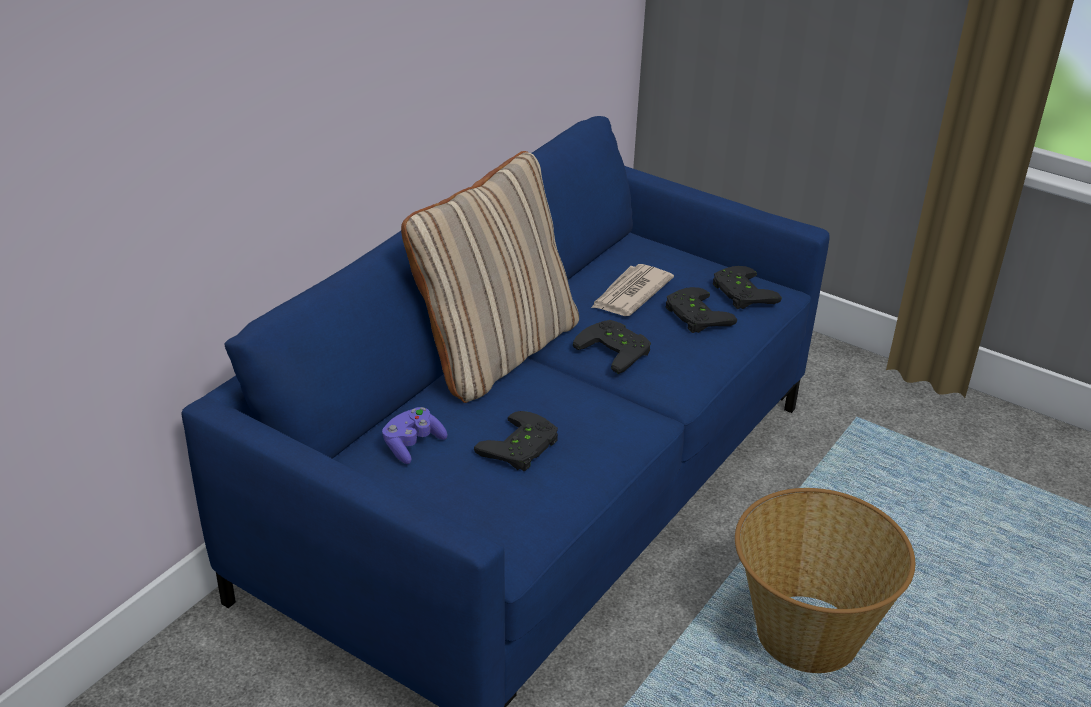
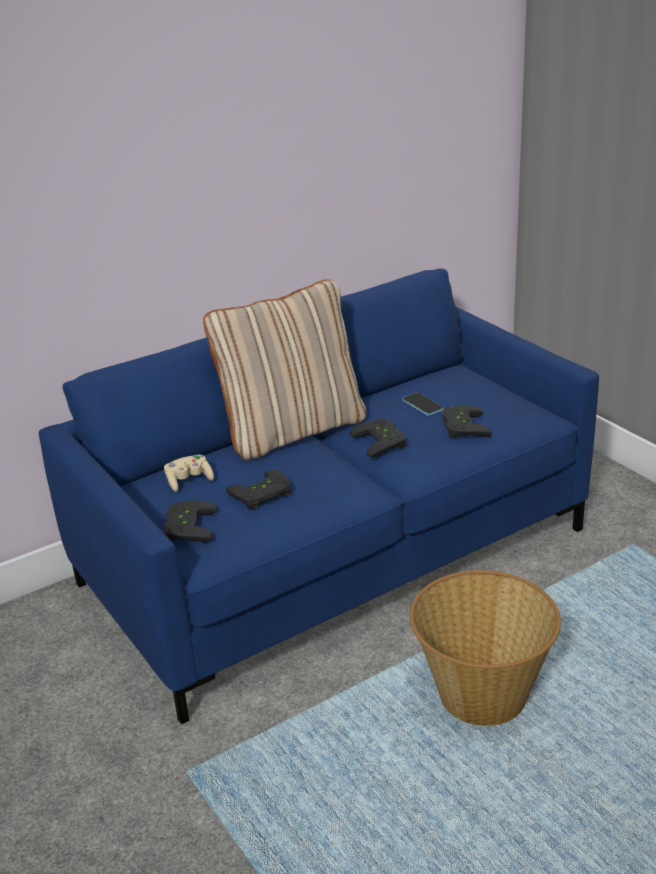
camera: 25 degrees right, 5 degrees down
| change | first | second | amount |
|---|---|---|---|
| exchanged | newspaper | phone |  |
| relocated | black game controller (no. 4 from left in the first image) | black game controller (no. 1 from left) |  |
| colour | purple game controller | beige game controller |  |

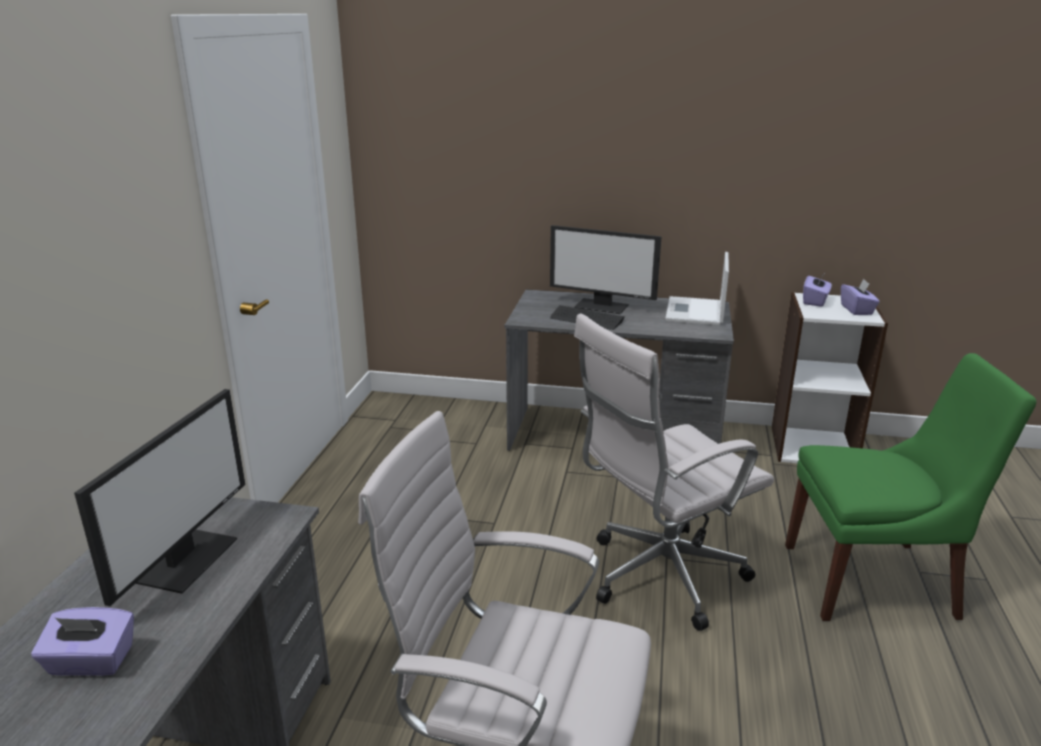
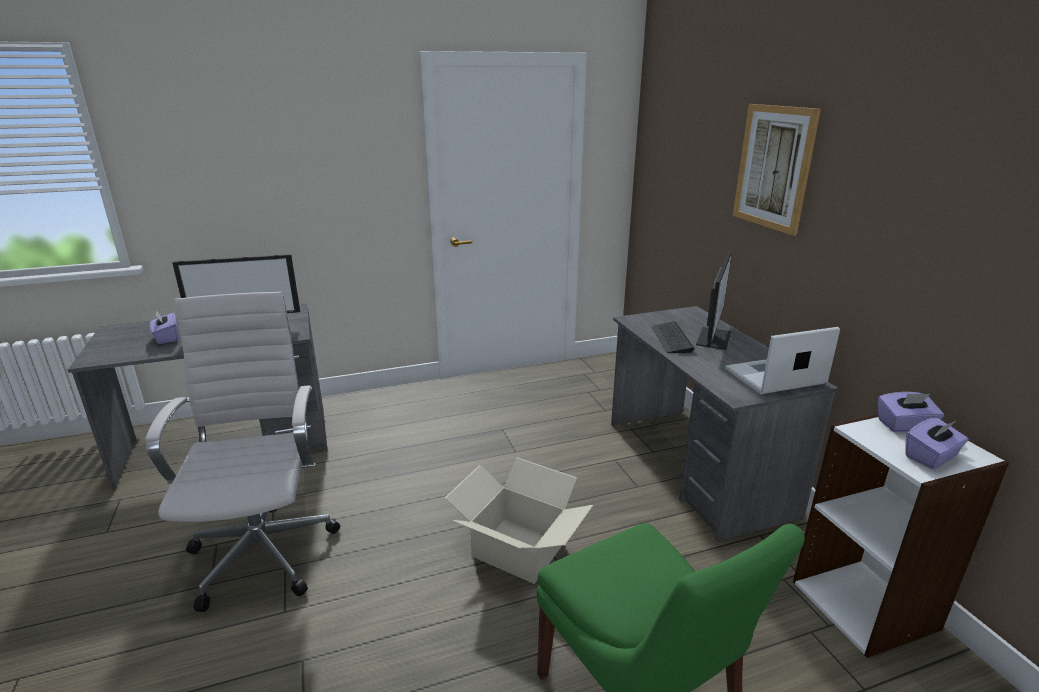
camera: 60 degrees right, 0 degrees up
| change | first | second | amount |
|---|---|---|---|
| spun | monitor (no. 2 from left) |  | 150 degrees counterclockwise |
| exchanged | white office chair (no. 2 from left) | cardboard box |  |
| appeared |  | picture |  |

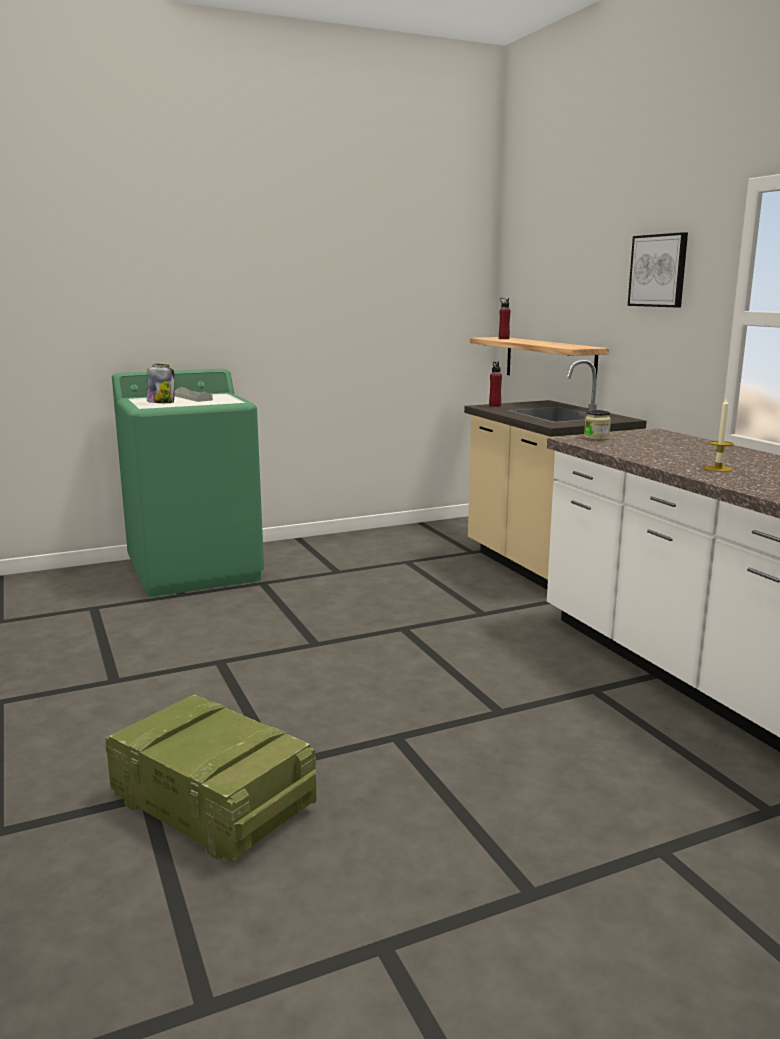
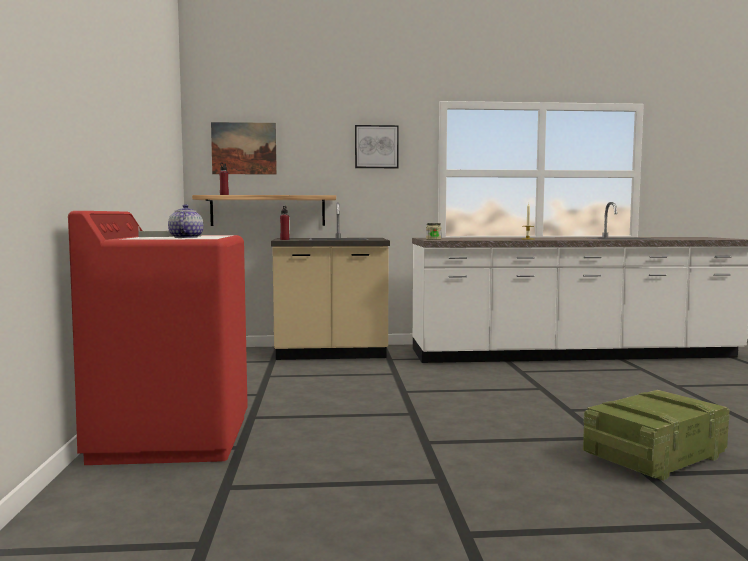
camera: 70 degrees left, 10 degrees down
| change | first | second | amount |
|---|---|---|---|
| exchanged | jar (no. 1 from left) | teapot |  |
| colour | green washing machine | red washing machine |  |
| appeared |  | picture (no. 1 from left) |  |

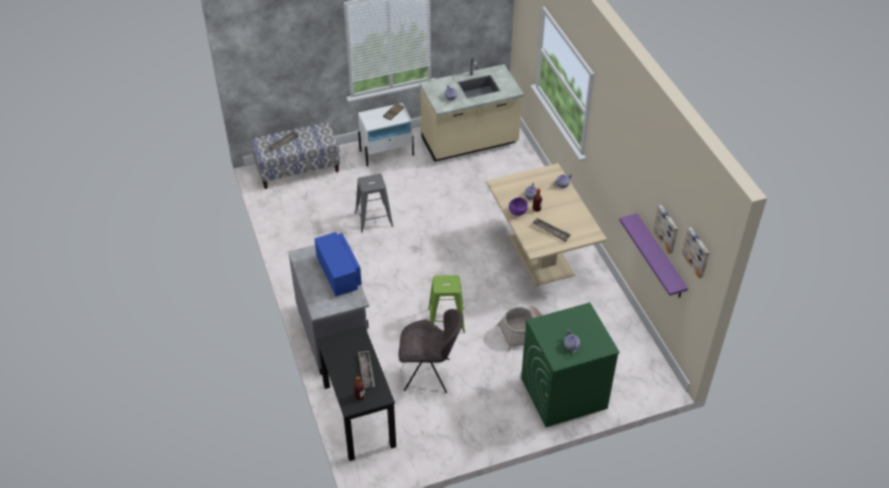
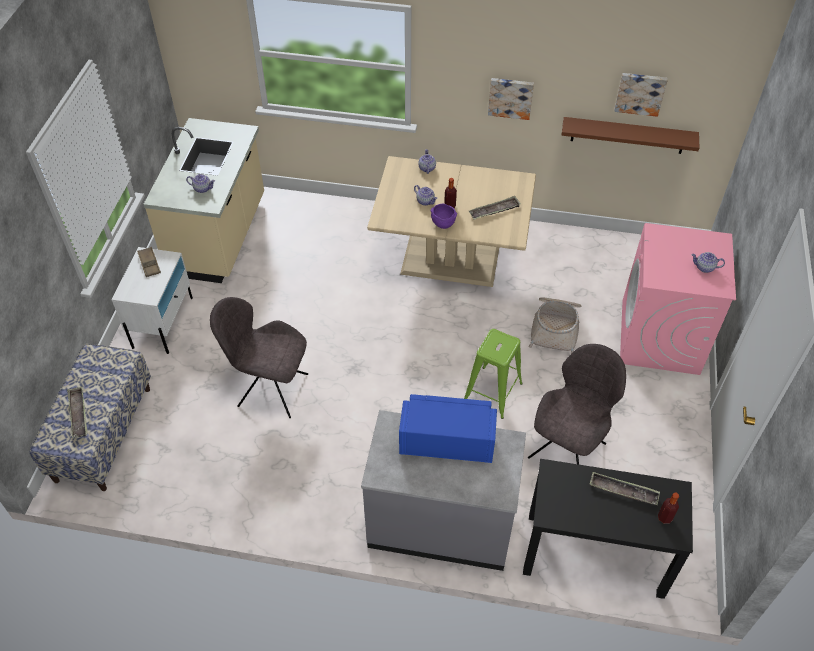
camera: 60 degrees left, 5 degrees up
| change | first | second | amount |
|---|---|---|---|
| exchanged | grey stool | grey chair (no. 1 from left) |  |
| colour | purple shelf | brown shelf |  |
| relocated | picture (no. 2 from left in the first image) | picture (no. 1 from left) |  |
| colour | green washing machine | pink washing machine |  |

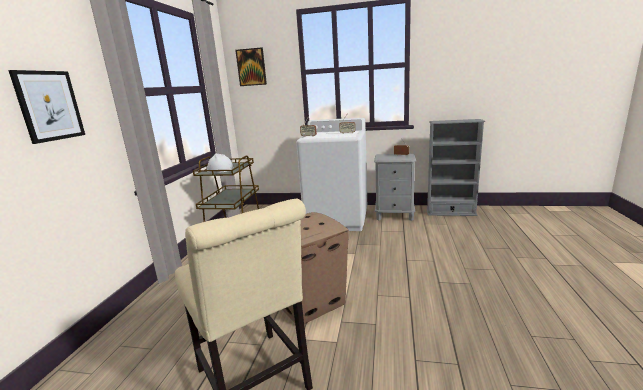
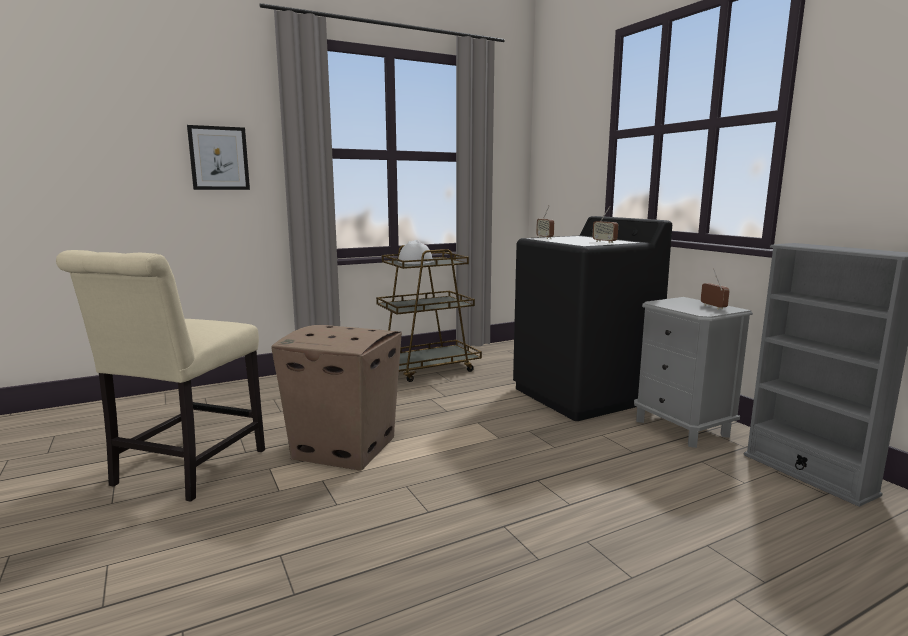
camera: 50 degrees right, 5 degrees down
| change | first | second | amount |
|---|---|---|---|
| missing | picture (no. 2 from left) |  |  |
| colour | white washing machine | black washing machine |  |

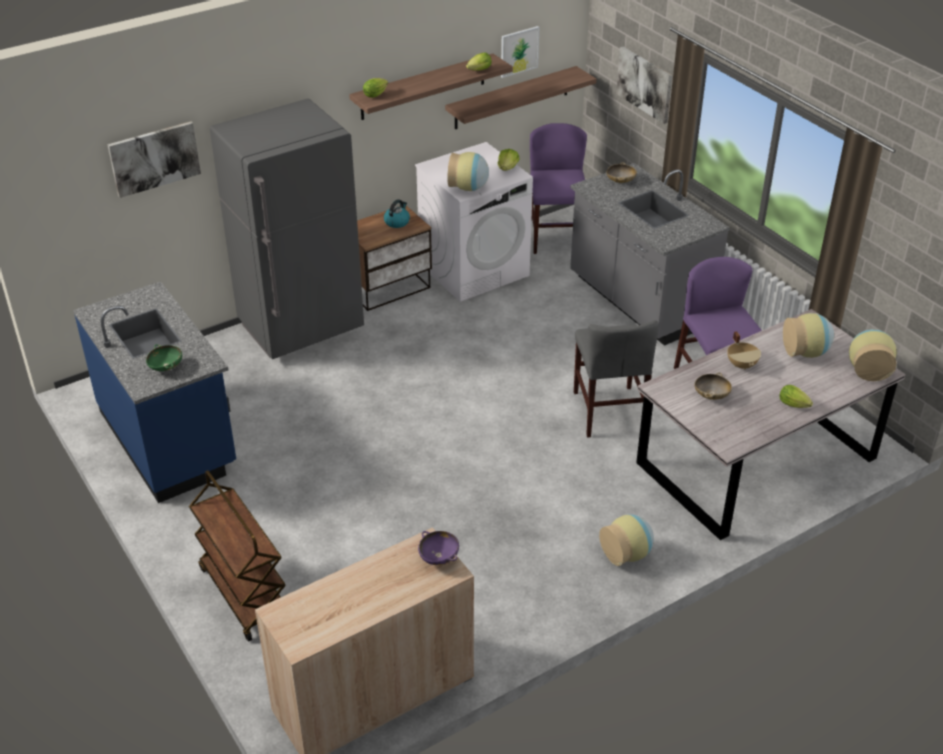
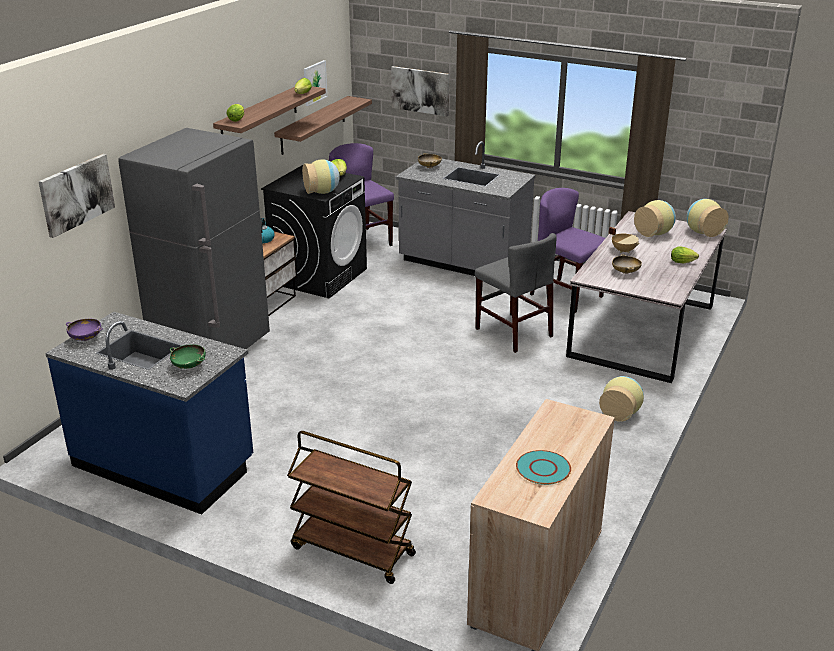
camera: 30 degrees left, 10 degrees down
| change | first | second | amount |
|---|---|---|---|
| colour | white washing machine | black washing machine |  |
| relocated | purple bowl |  |  |
| appeared |  | turquoise plate |  |

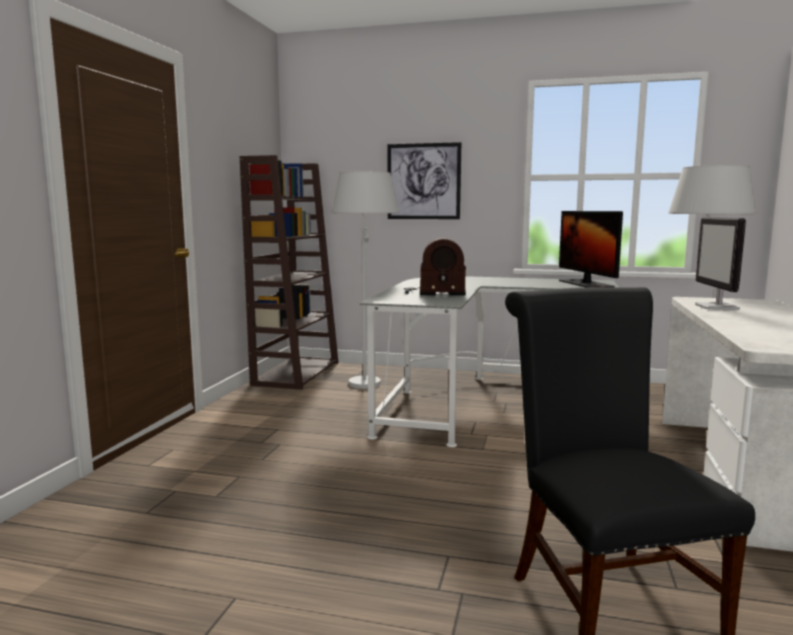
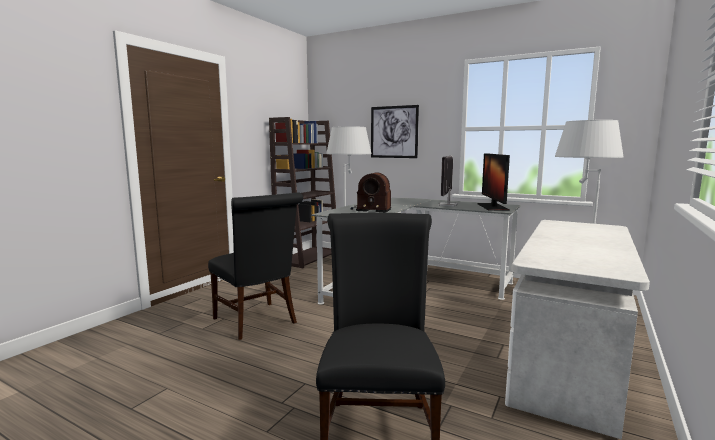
camera: 15 degrees right, 0 degrees up
| change | first | second | amount |
|---|---|---|---|
| relocated | monitor (no. 2 from left in the first image) | monitor (no. 1 from left) |  |
| appeared |  | black chair (no. 1 from left) |  |

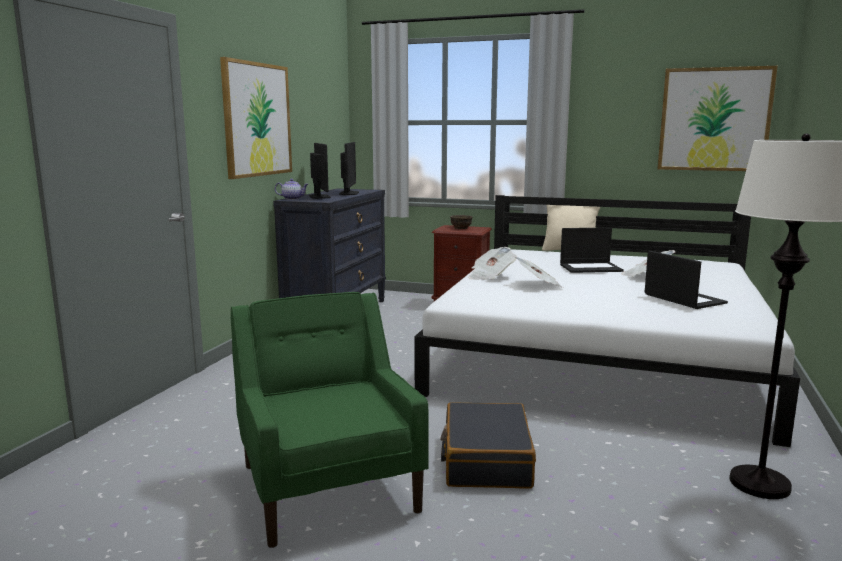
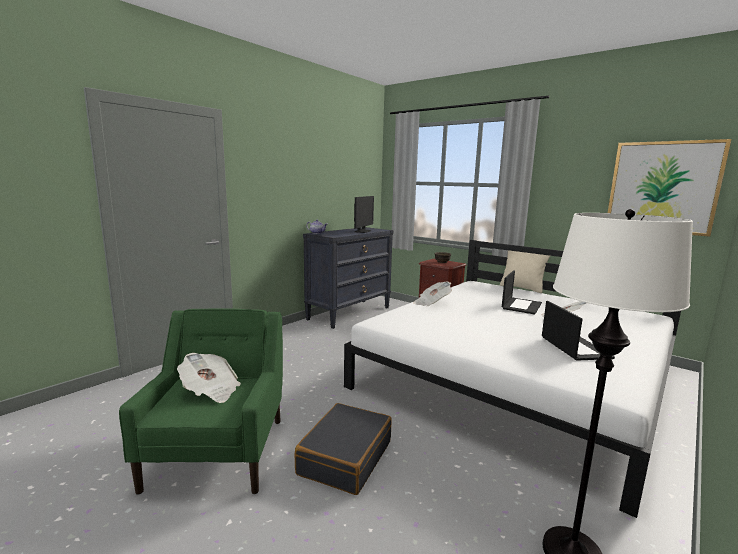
camera: 20 degrees right, 0 degrees up
| change | first | second | amount |
|---|---|---|---|
| missing | picture (no. 1 from left) |  |  |
| missing | monitor (no. 1 from left) |  |  |
| spun | laptop (no. 1 from left) |  | 75 degrees counterclockwise |
| relocated | newspaper (no. 2 from left in the first image) | newspaper (no. 1 from left) |  |

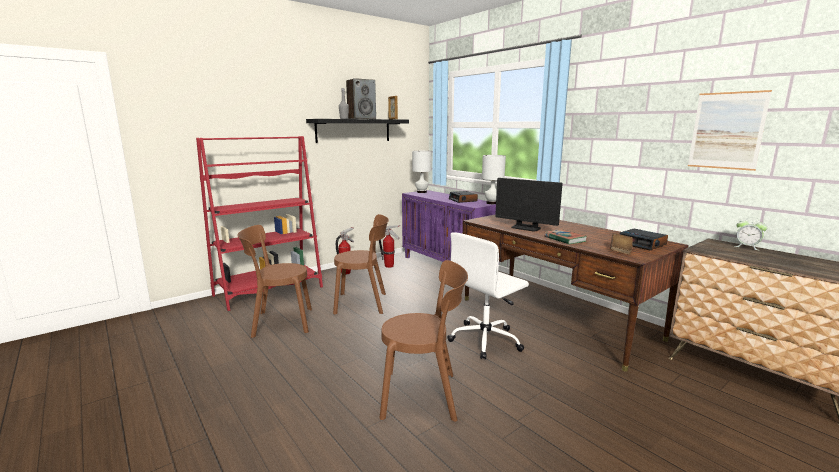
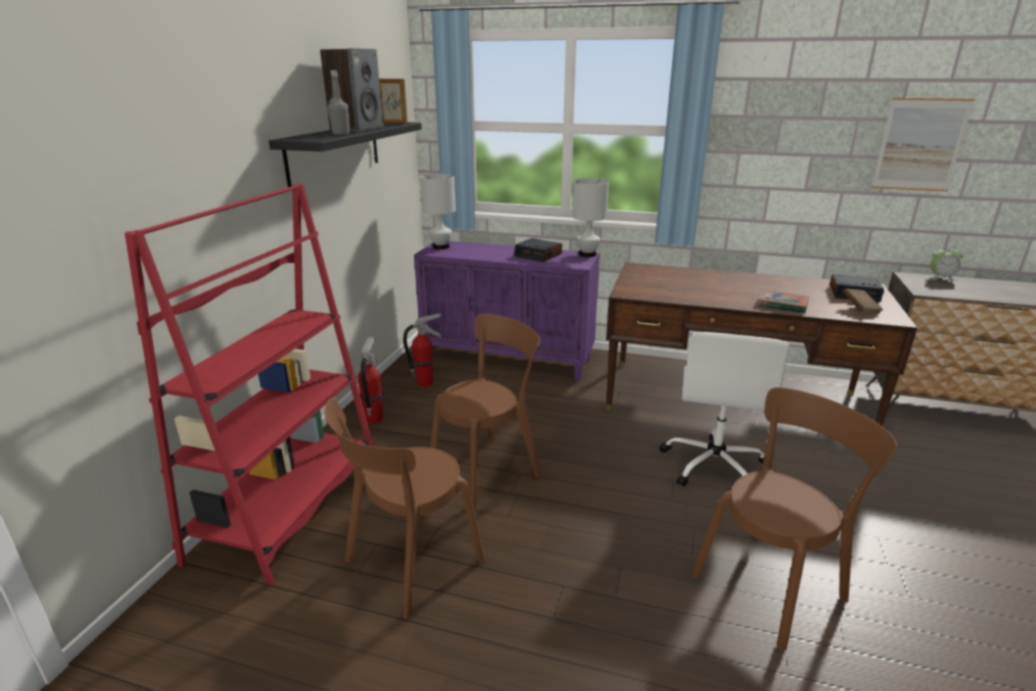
camera: 35 degrees left, 10 degrees up
| change | first | second | amount |
|---|---|---|---|
| missing | monitor |  |  |

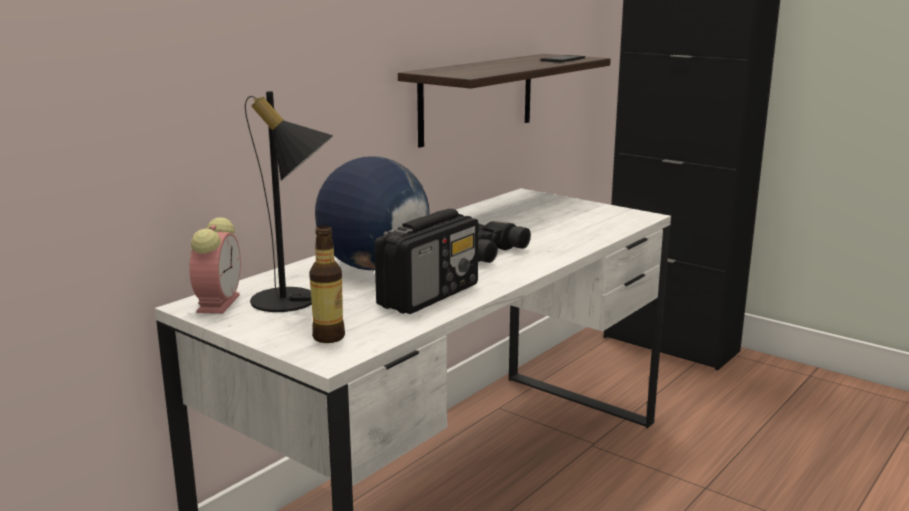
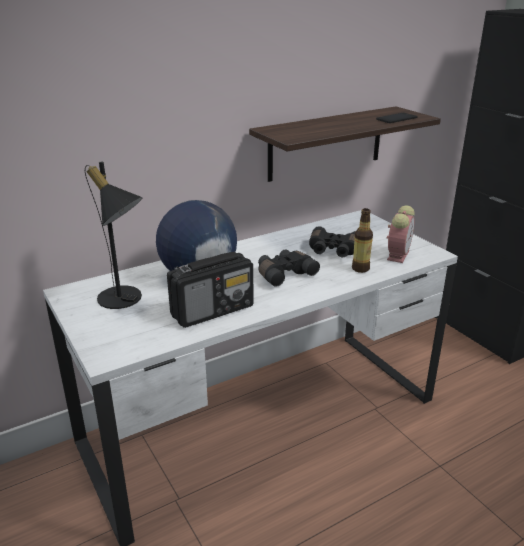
camera: 20 degrees right, 10 degrees up
| change | first | second | amount |
|---|---|---|---|
| relocated | alarm clock |  |  |
| relocated | bottle |  |  |
| appeared |  | black binoculars (no. 2 from left) |  |

